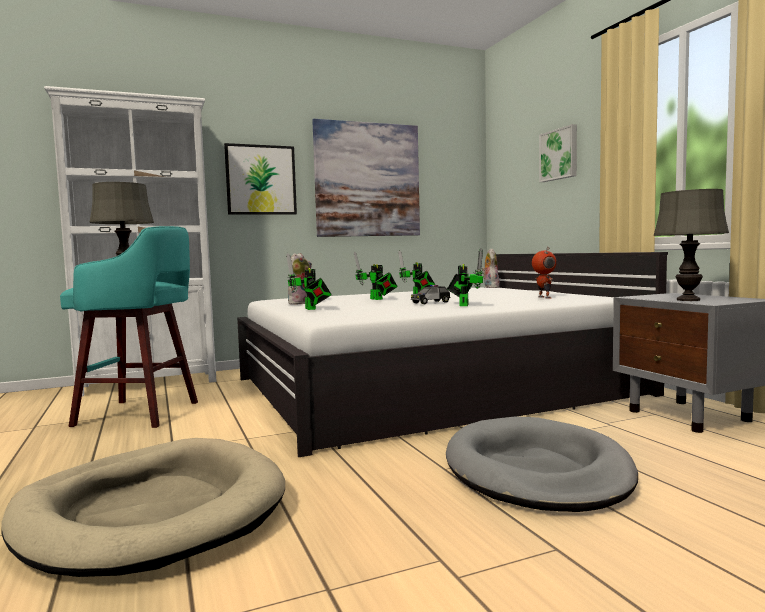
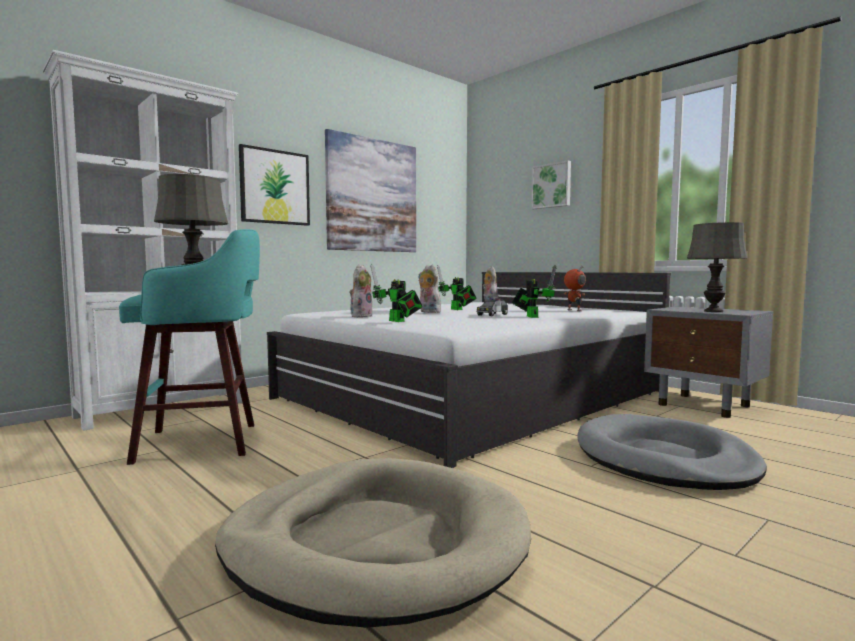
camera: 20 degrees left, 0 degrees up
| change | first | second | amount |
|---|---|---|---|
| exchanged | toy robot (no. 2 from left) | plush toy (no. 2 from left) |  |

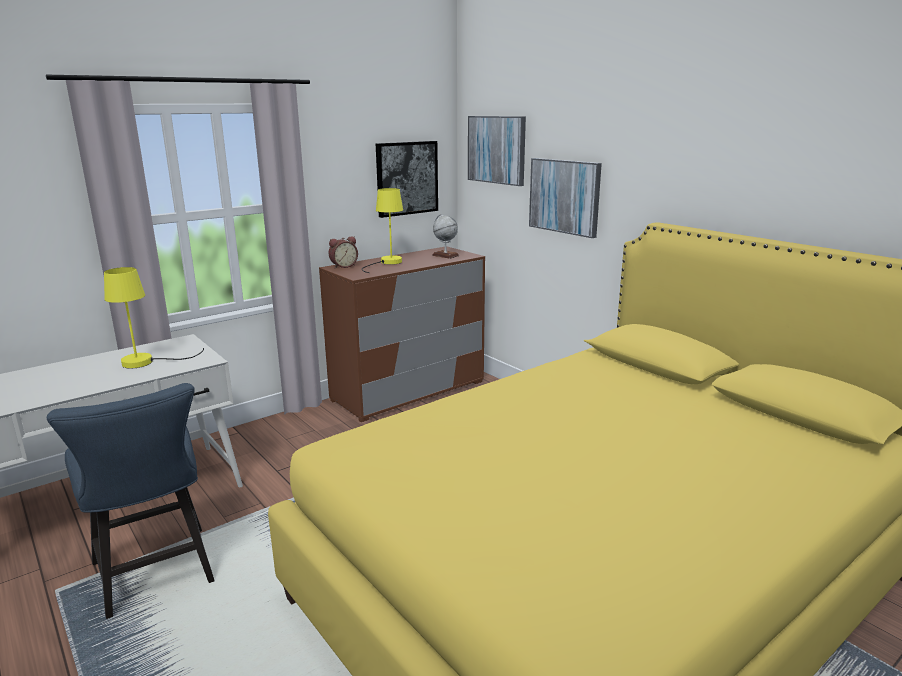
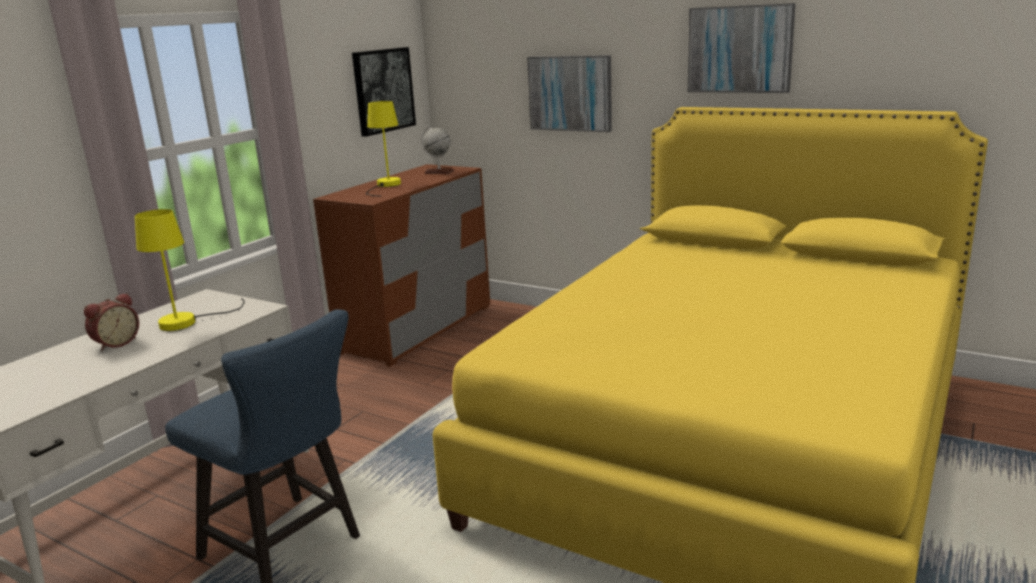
camera: 20 degrees left, 0 degrees up
| change | first | second | amount |
|---|---|---|---|
| relocated | picture (no. 2 from left in the first image) | picture (no. 3 from left) |  |
| relocated | alarm clock |  |  |

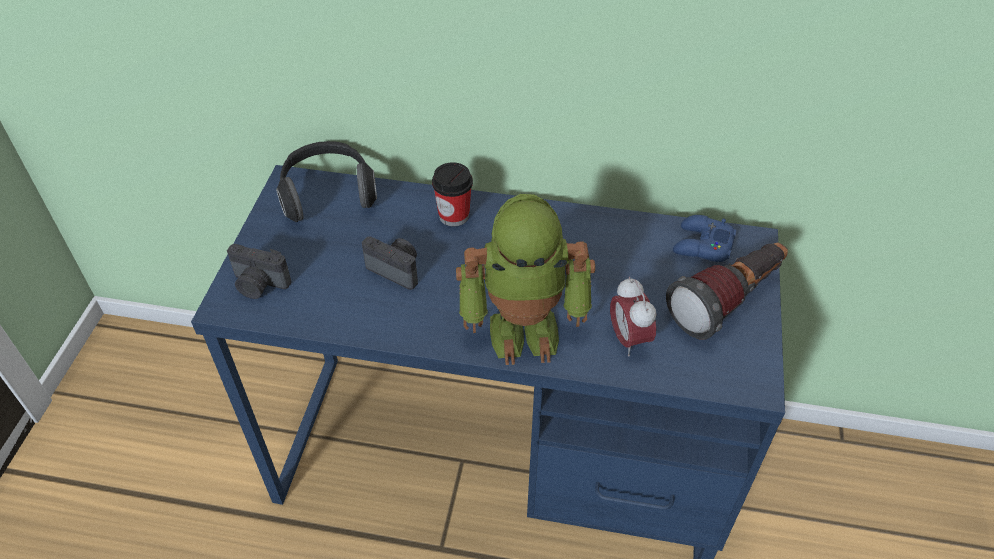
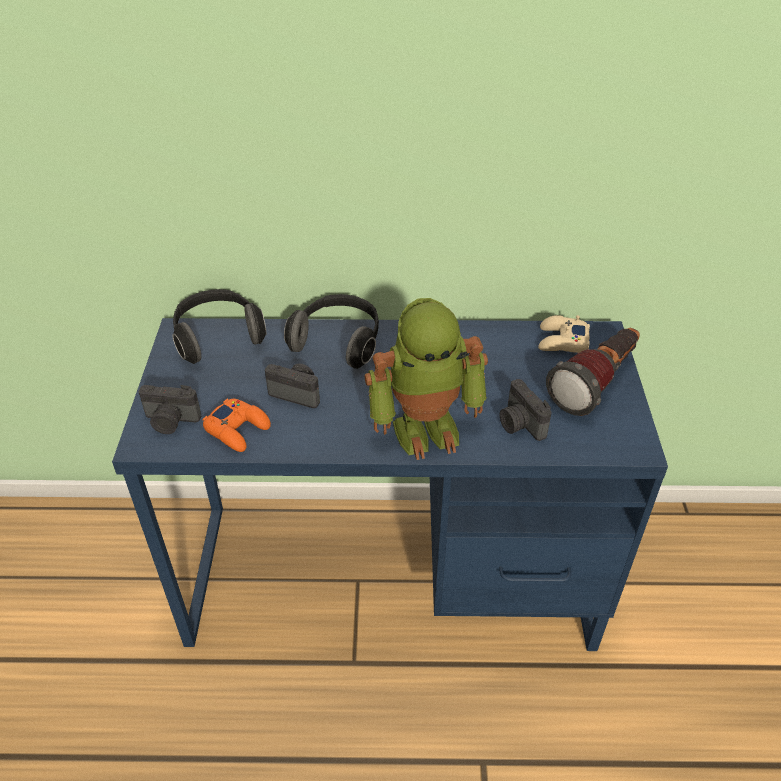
camera: 10 degrees left, 5 degrees down
| change | first | second | amount |
|---|---|---|---|
| exchanged | cup | headphones (no. 2 from left) |  |
| colour | blue game controller | beige game controller |  |
| exchanged | alarm clock | photo camera (no. 3 from left) |  |
| appeared |  | orange game controller |  |

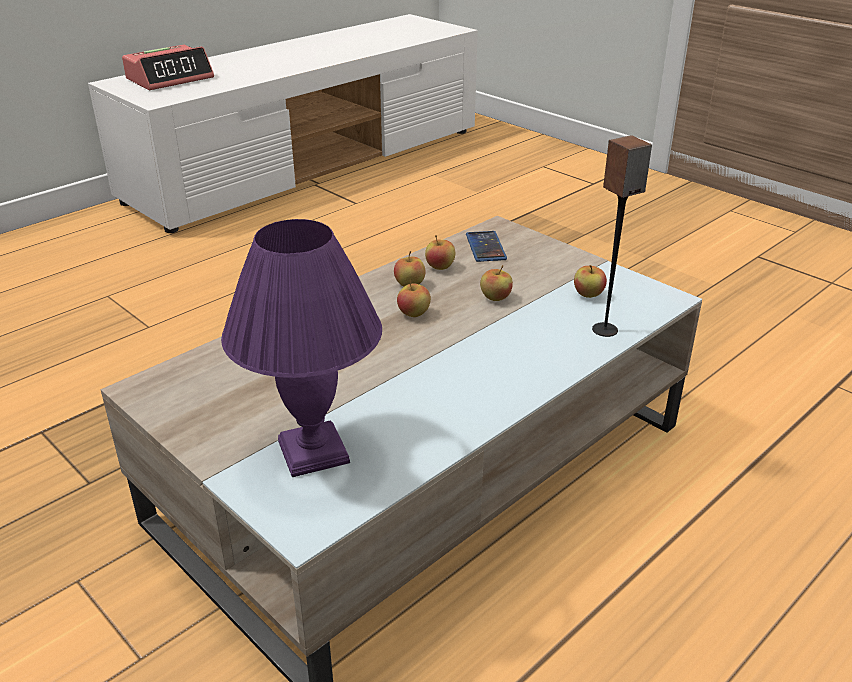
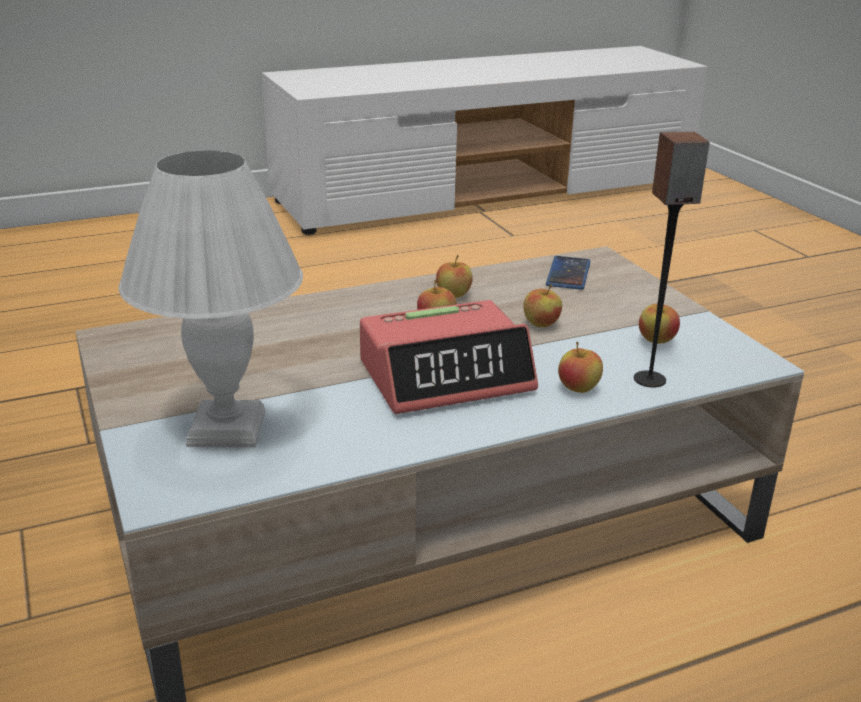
camera: 20 degrees right, 5 degrees down
| change | first | second | amount |
|---|---|---|---|
| relocated | alarm clock |  |  |
| colour | purple table lamp | white table lamp |  |
| relocated | apple (no. 3 from left in the first image) | apple (no. 4 from left) |  |

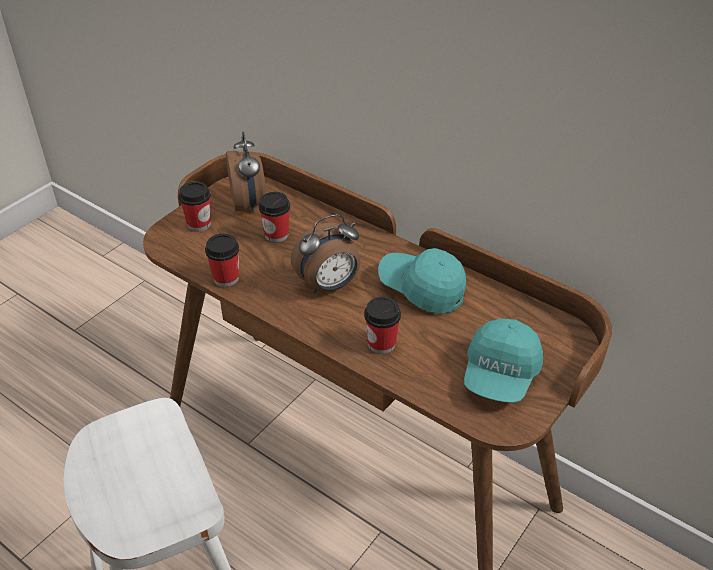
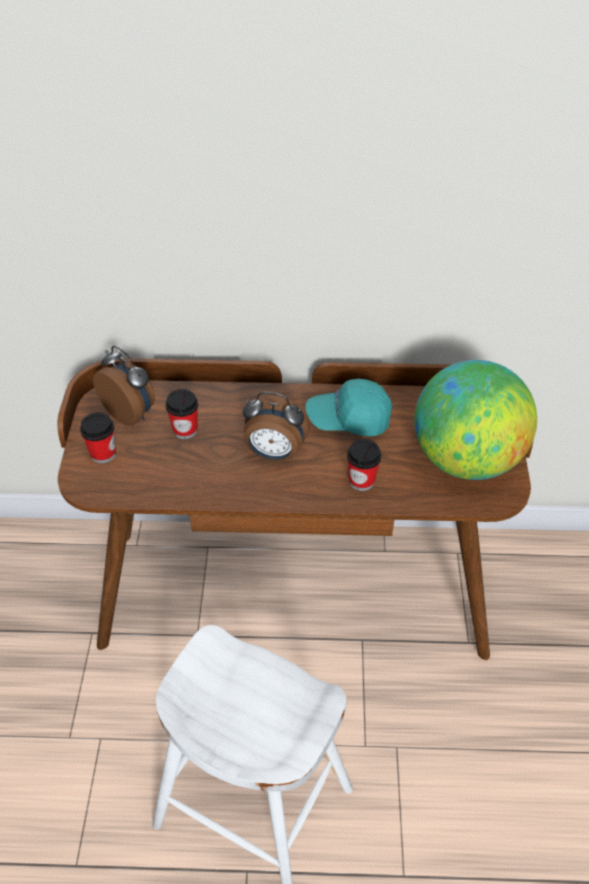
camera: 35 degrees left, 5 degrees up
| change | first | second | amount |
|---|---|---|---|
| spun | alarm clock (no. 2 from left) |  | 75 degrees clockwise |
| missing | cup (no. 2 from left) |  |  |
| exchanged | turquoise cap (no. 2 from left) | globe |  |

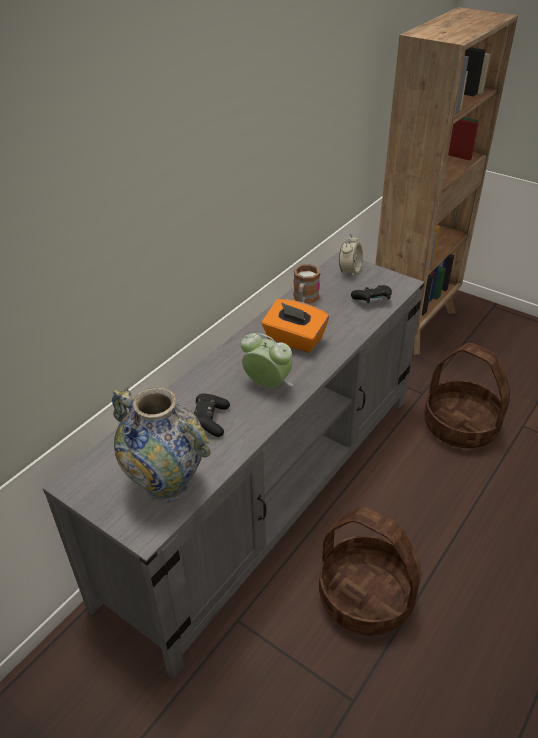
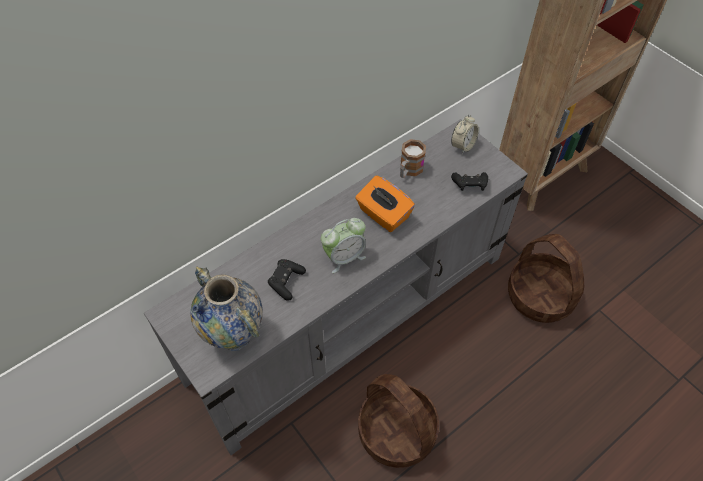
camera: 15 degrees right, 15 degrees up
| change | first | second | amount |
|---|---|---|---|
| spun | alarm clock (no. 1 from left) |  | 105 degrees clockwise |

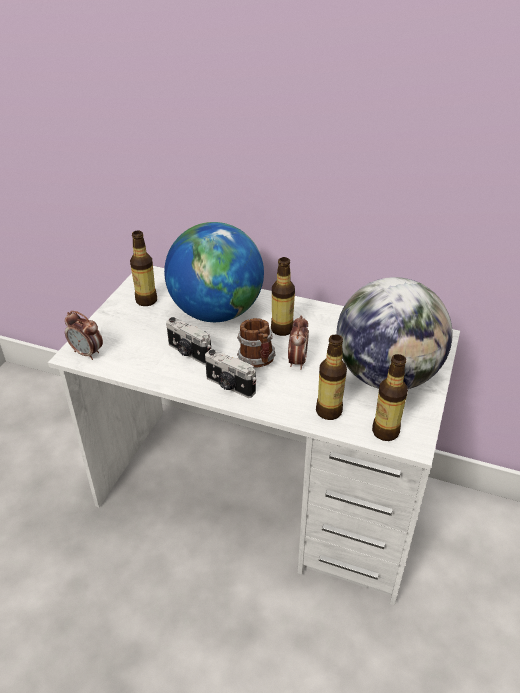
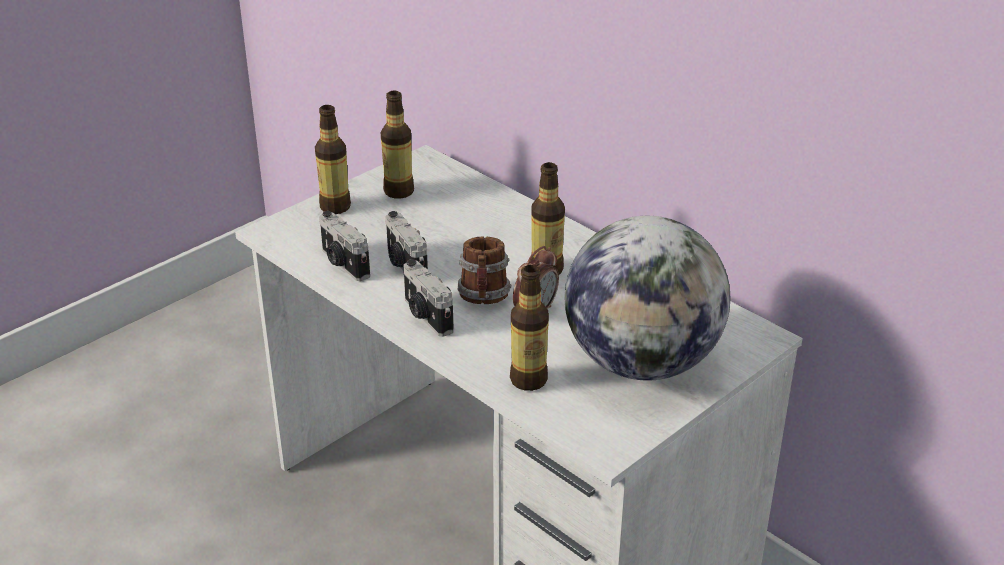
camera: 25 degrees right, 5 degrees down
| change | first | second | amount |
|---|---|---|---|
| missing | globe (no. 1 from left) |  |  |
| missing | alarm clock (no. 1 from left) |  |  |
| relocated | bottle (no. 4 from left in the first image) | bottle (no. 1 from left) |  |
| appeared |  | photo camera (no. 1 from left) |  |

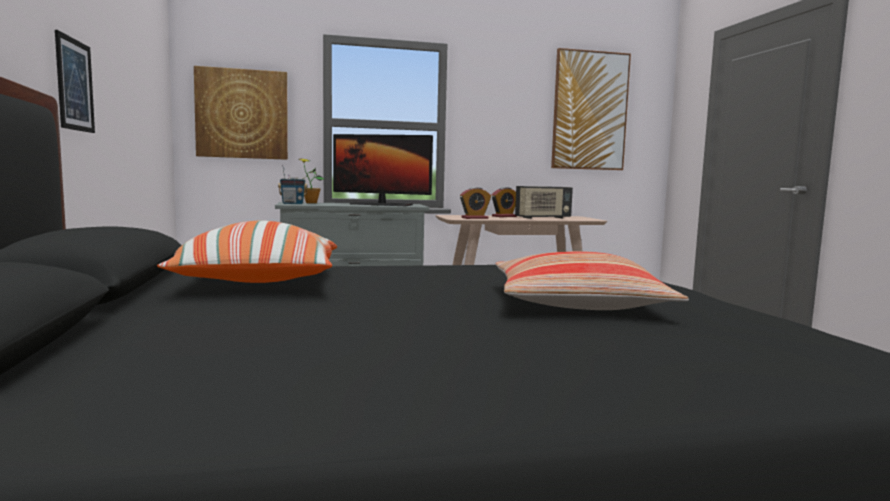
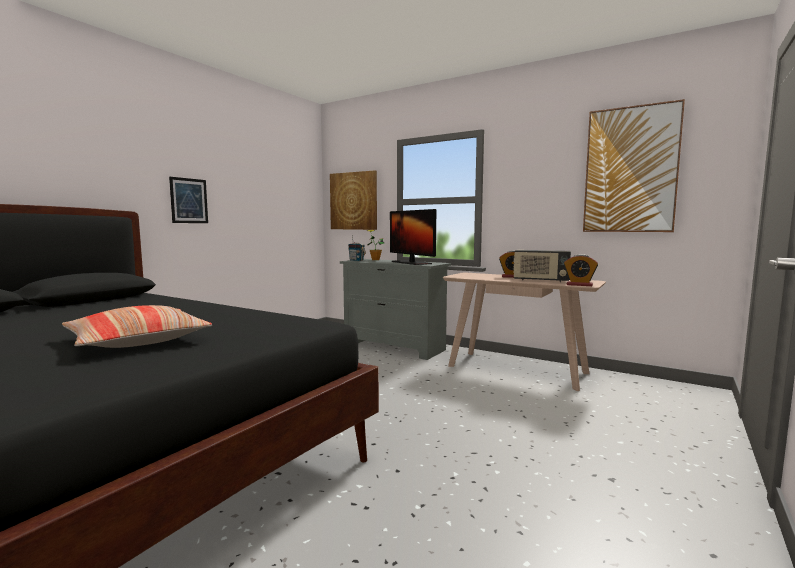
camera: 45 degrees right, 0 degrees up
| change | first | second | amount |
|---|---|---|---|
| relocated | alarm clock (no. 1 from left in the first image) | alarm clock (no. 2 from left) |  |
| missing | pillow (no. 1 from left) |  |  |

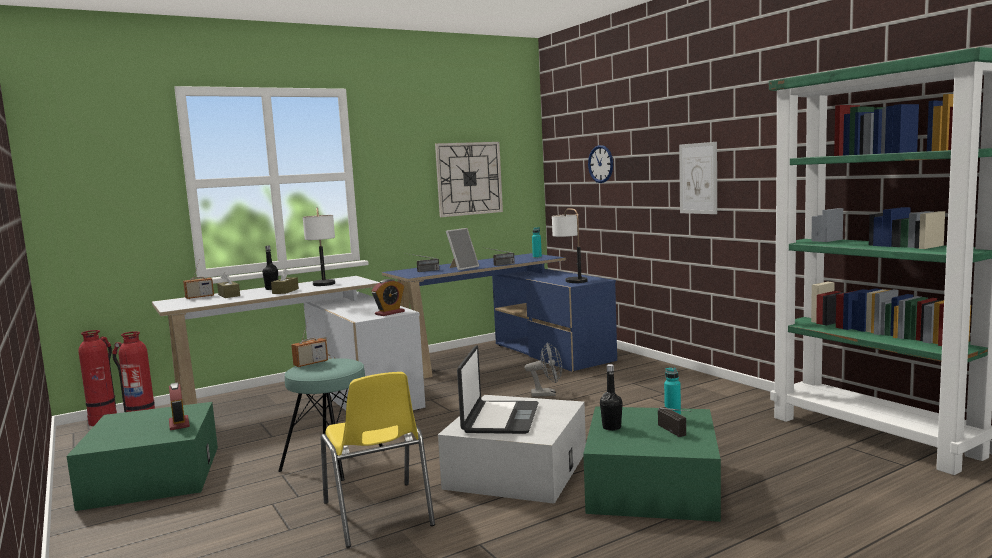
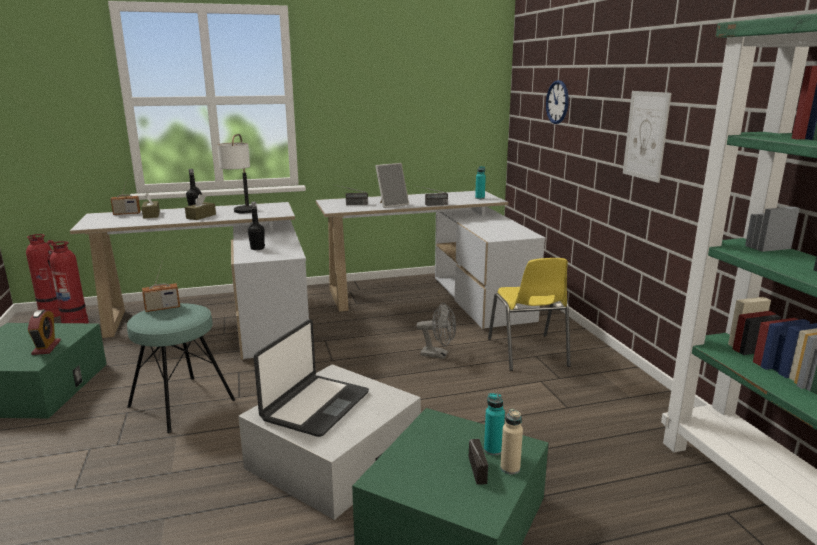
camera: 15 degrees right, 10 degrees up
| change | first | second | amount |
|---|---|---|---|
| missing | wall clock (no. 1 from left) |  |  |
| missing | table lamp (no. 2 from left) |  |  |
| colour | blue desk | white desk (no. 2 from left) |  |
| missing | alarm clock (no. 2 from left) |  |  |
| relocated | black bottle (no. 2 from left) |  |  |
| relocated | yellow chair |  |  |
| appeared |  | beige bottle |  |

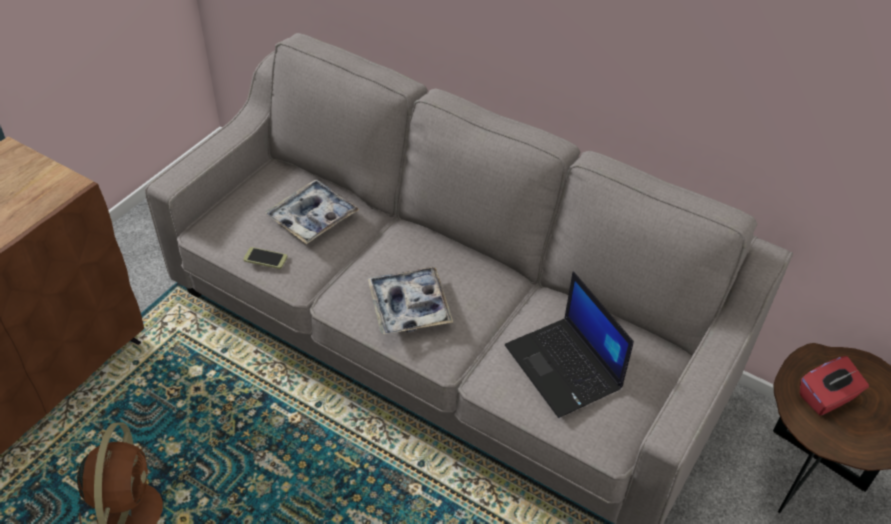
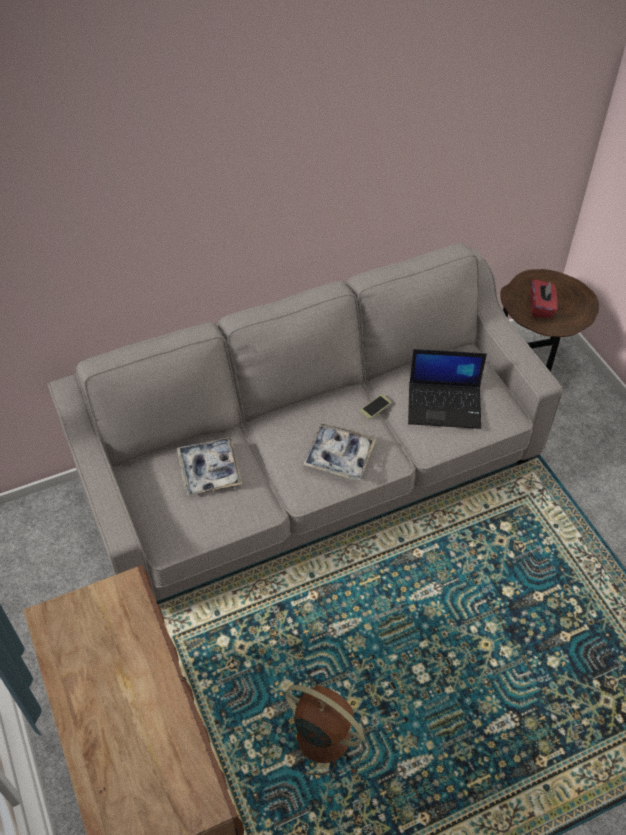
camera: 55 degrees left, 5 degrees up
| change | first | second | amount |
|---|---|---|---|
| relocated | phone |  |  |

